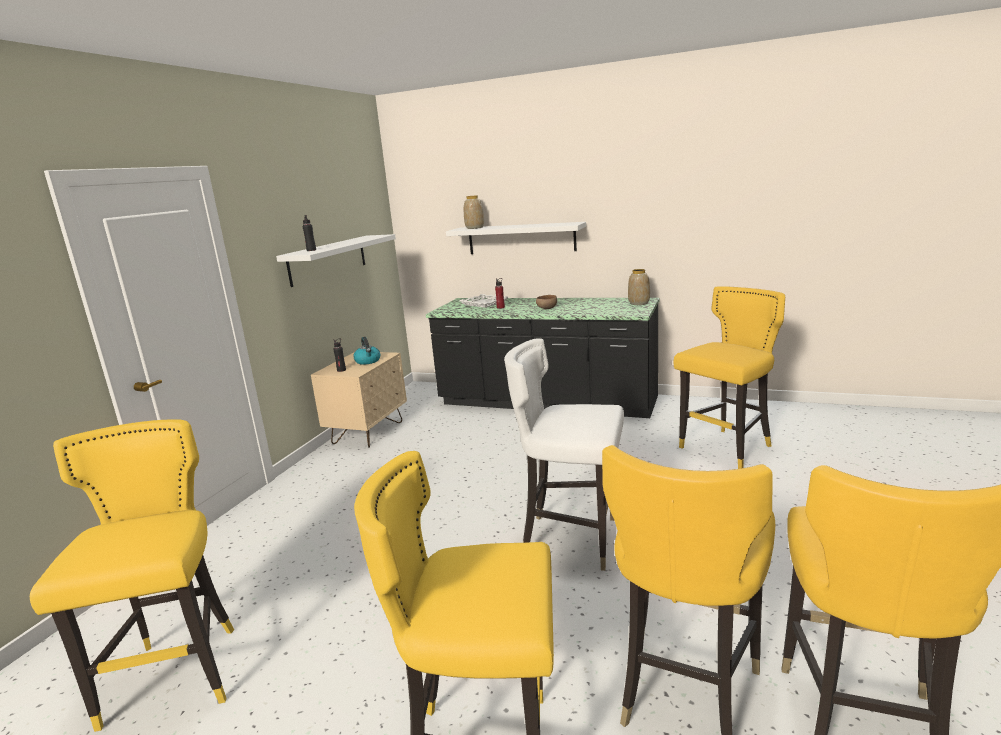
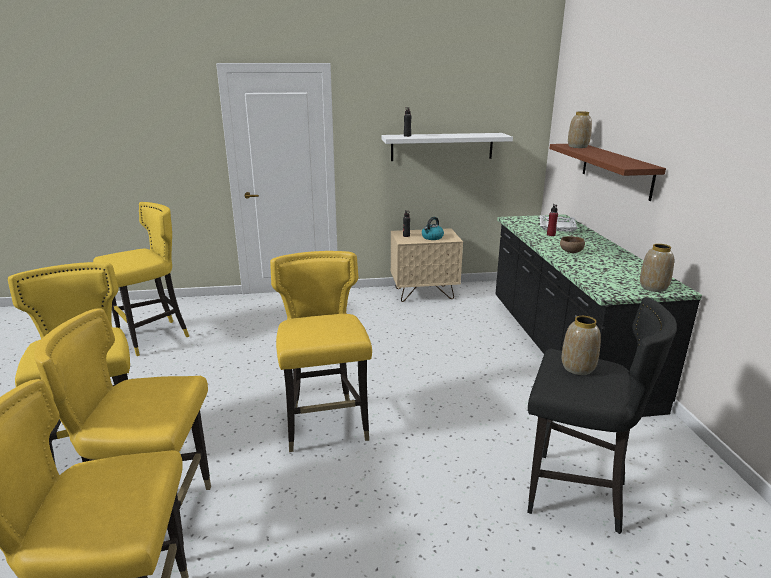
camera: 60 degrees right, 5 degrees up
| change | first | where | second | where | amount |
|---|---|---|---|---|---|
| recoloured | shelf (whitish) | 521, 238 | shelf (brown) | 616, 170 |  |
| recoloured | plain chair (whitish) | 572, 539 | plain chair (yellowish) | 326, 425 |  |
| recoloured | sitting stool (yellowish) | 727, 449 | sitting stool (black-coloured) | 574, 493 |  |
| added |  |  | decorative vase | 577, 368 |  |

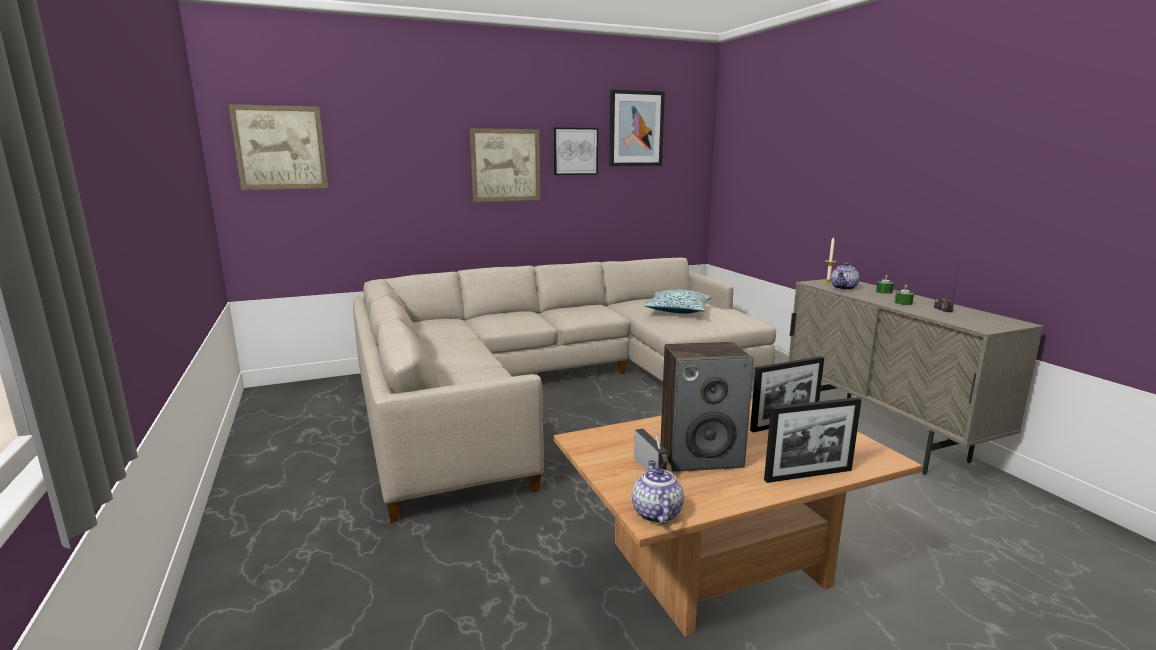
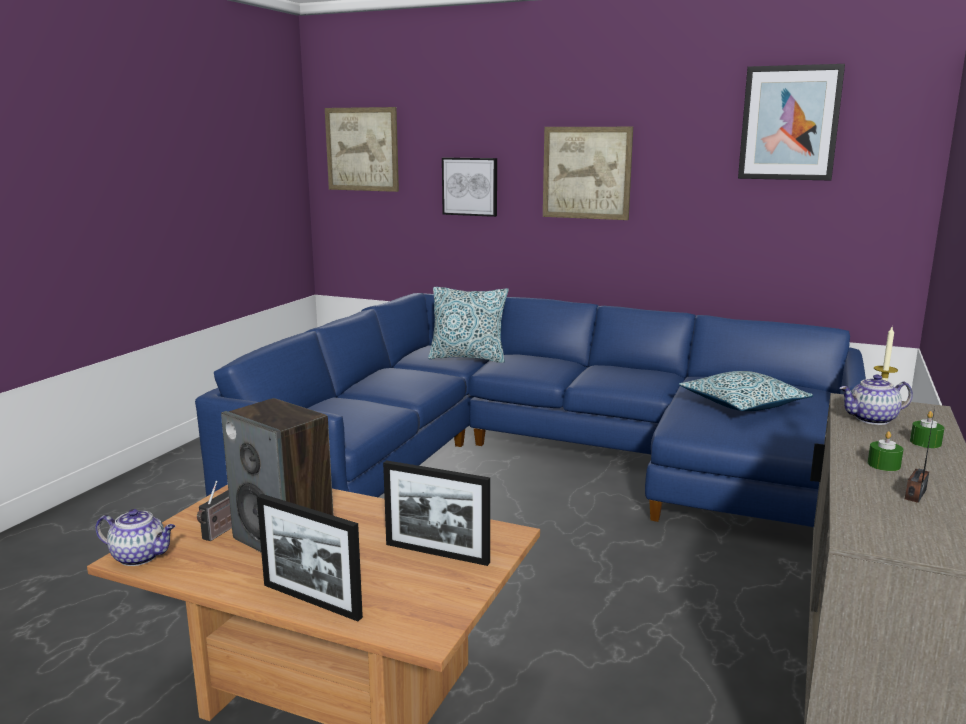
camera: 45 degrees right, 0 degrees up
| change | first | where | second | where | amount |
|---|---|---|---|---|---|
| recoloured | settee (beige) | 549, 386 | settee (bluish) | 546, 459 |  |
| moved | picture | 575, 151 |  | 470, 186 |  |
| turned | teapot | 656, 513 |  | 140, 557 | 60 degrees clockwise |
| added |  |  | throw pillow | 468, 358 |  |

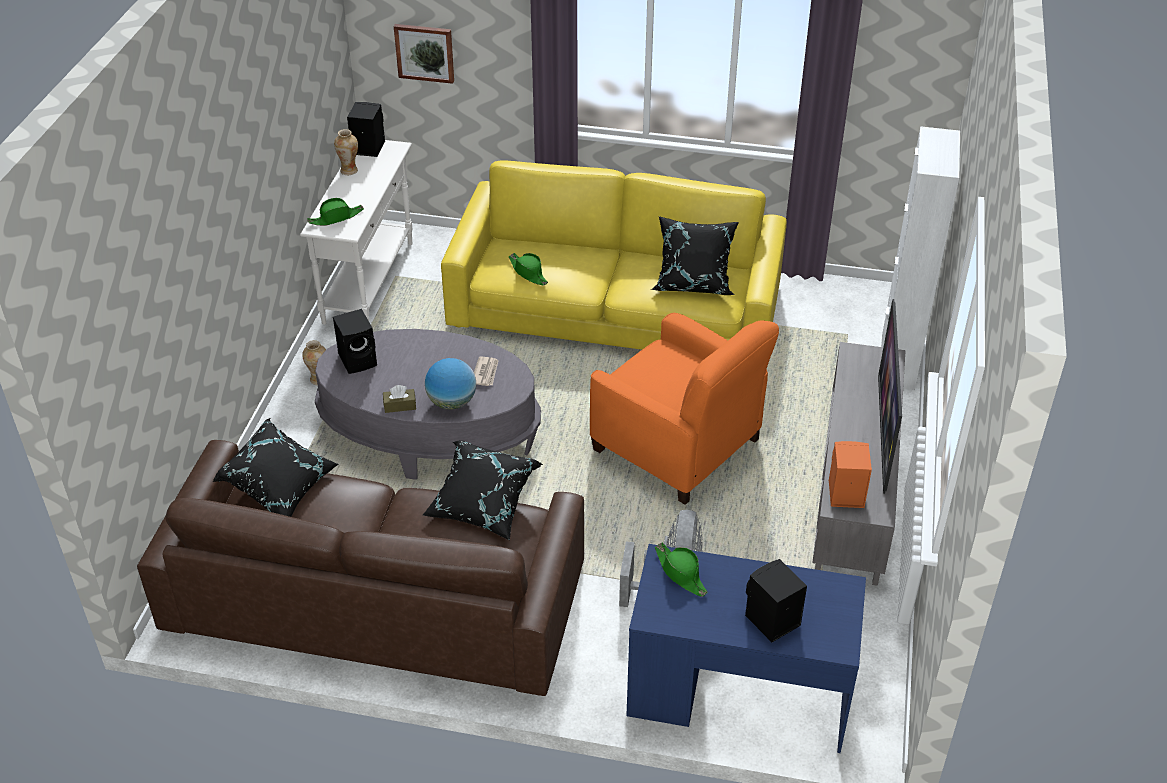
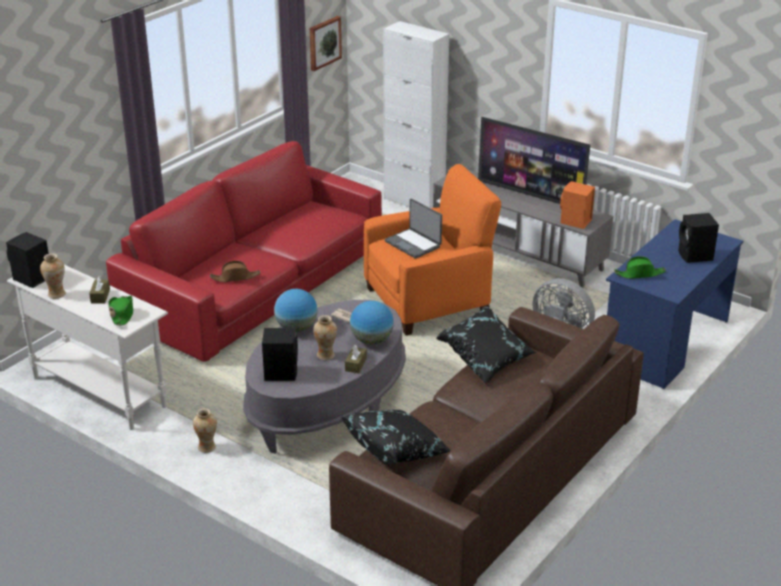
camera: 65 degrees left, 10 degrees down
| change | first | where | second | where | amount |
|---|---|---|---|---|---|
| moved | picture | 425, 52 |  | 324, 43 |  |
| recoloured | settee (yellowish) | 615, 307 | settee (red-coloured) | 256, 285 |  |
| recoloured | clothing hat (green) | 528, 273 | clothing hat (brown) | 235, 277 |  |
| removed | throw pillow (black-coloured) | 693, 283 |  |  |  |
| added |  |  | tissue holder (brown) | 100, 296 |  |
| added |  |  | world globe | 296, 328 |  |
| added |  |  | decorative vase | 326, 355 |  |
| added |  |  | portable computer | 413, 244 |  |

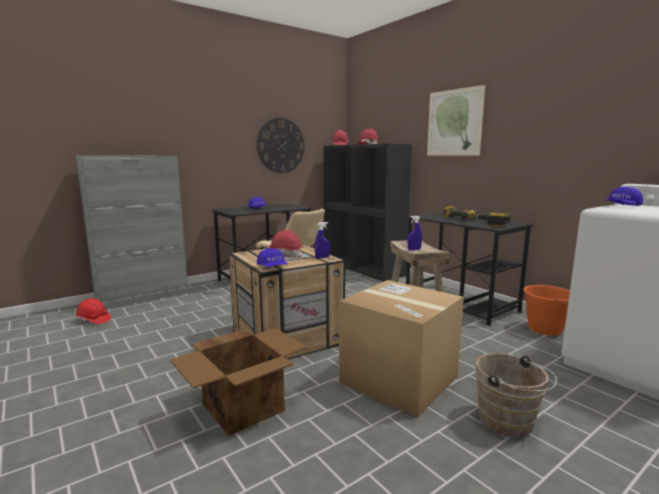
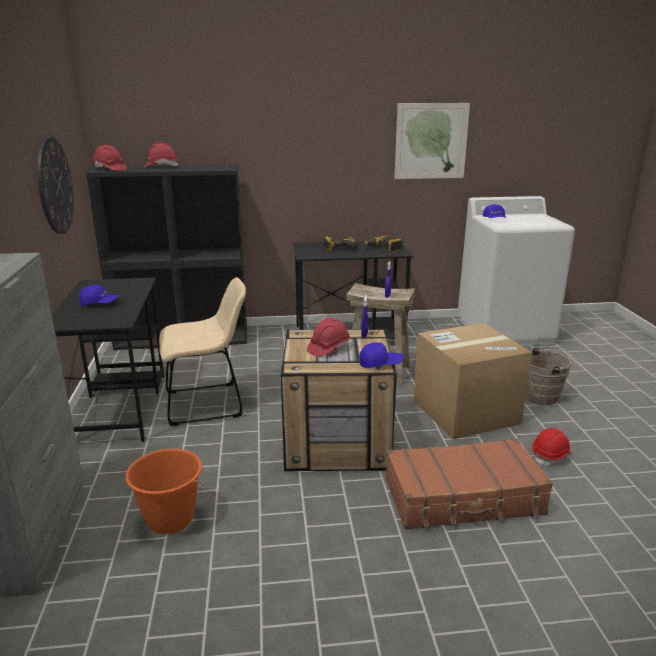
camera: 60 degrees left, 10 degrees up
| change | first | where | second | where | amount |
|---|---|---|---|---|---|
| moved | safety helmet (red-coloured) | 93, 320 |  | 551, 456 |  |
| replaced | carton | 244, 407 | travel case (brown) | 463, 498 |  |
| moved | picture | 454, 123 |  | 431, 141 |  |
| moved | bucket (orange) | 544, 329 |  | 170, 519 |  |

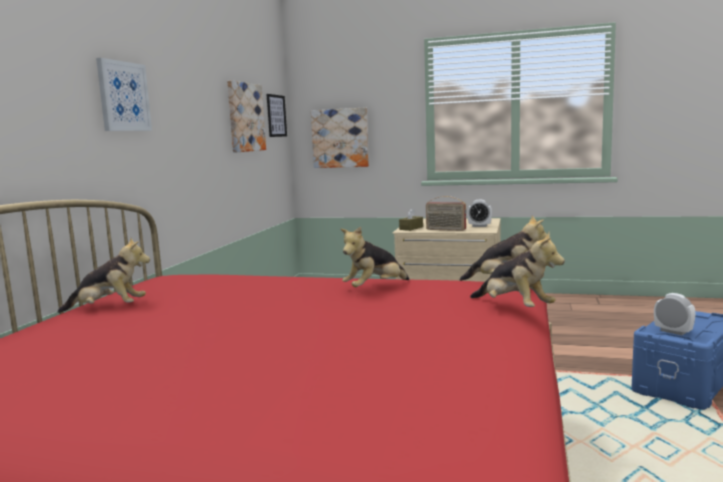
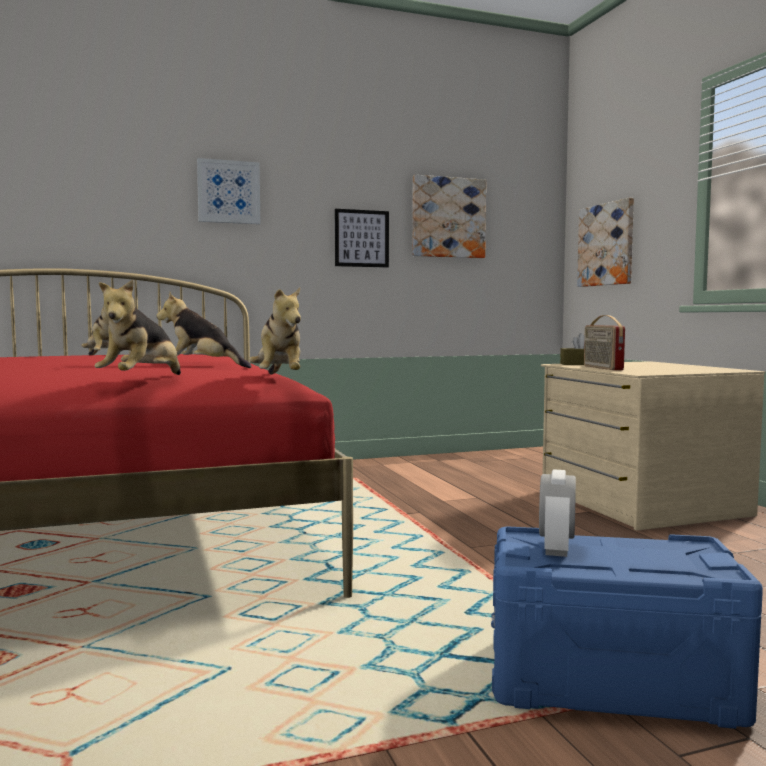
camera: 55 degrees right, 5 degrees down
| change | first | where | second | where | amount |
|---|---|---|---|---|---|
| moved | picture | 276, 116 |  | 361, 238 |  |
| removed | bedside clock | 479, 226 |  |  |  |

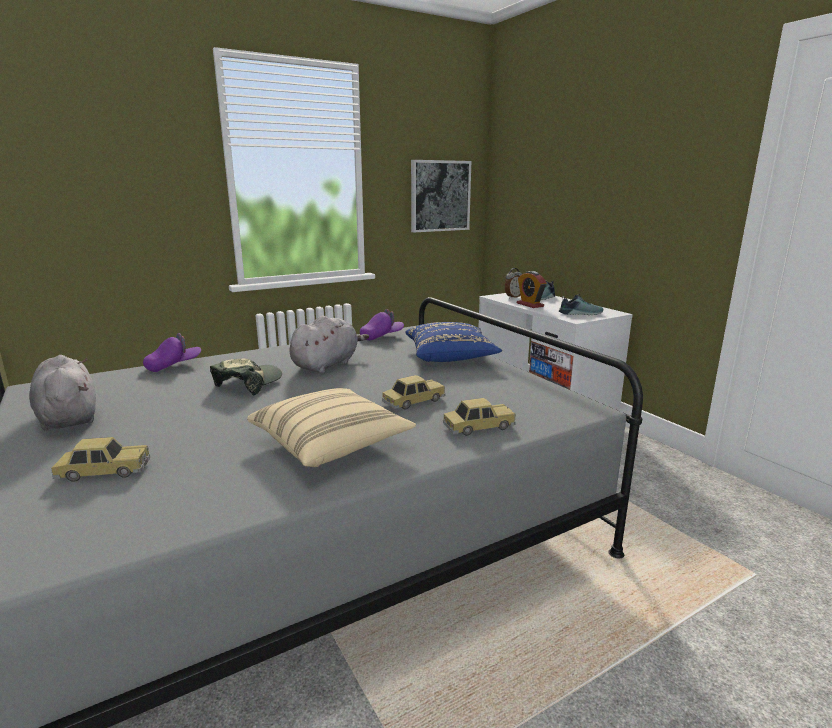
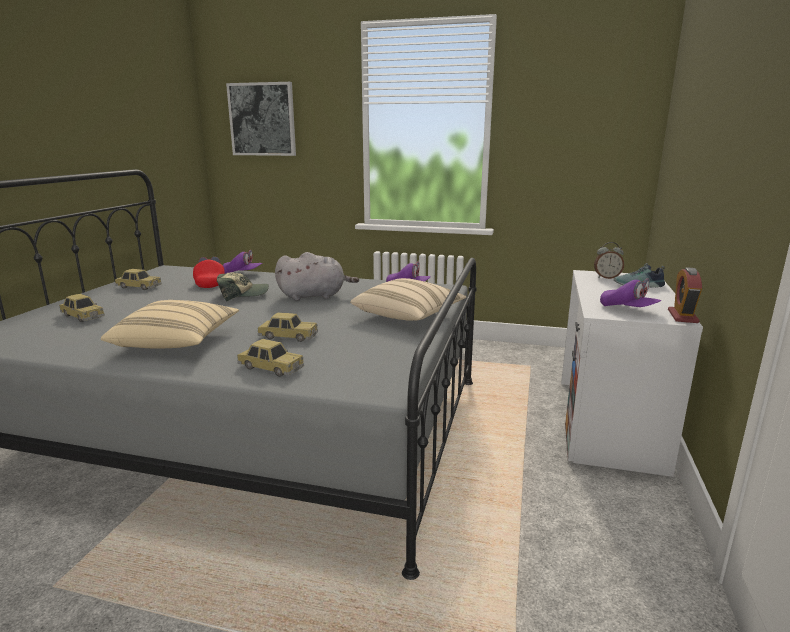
camera: 45 degrees right, 0 degrees up
| change | first | where | second | where | amount |
|---|---|---|---|---|---|
| replaced | cuddly toy (gray) | 68, 417 | toy car | 139, 287 |  |
| recoloured | throw pillow (bluish) | 450, 357 | throw pillow (beige) | 408, 316 |  |
| moved | picture | 440, 196 |  | 262, 119 |  |
| moved | bedside clock | 530, 305 |  | 682, 316 |  |
| replaced | low shoe | 580, 313 | peaked cap (purplish) | 628, 309 |  |
| added |  |  | peaked cap (red-coloured) | 210, 283 |  |

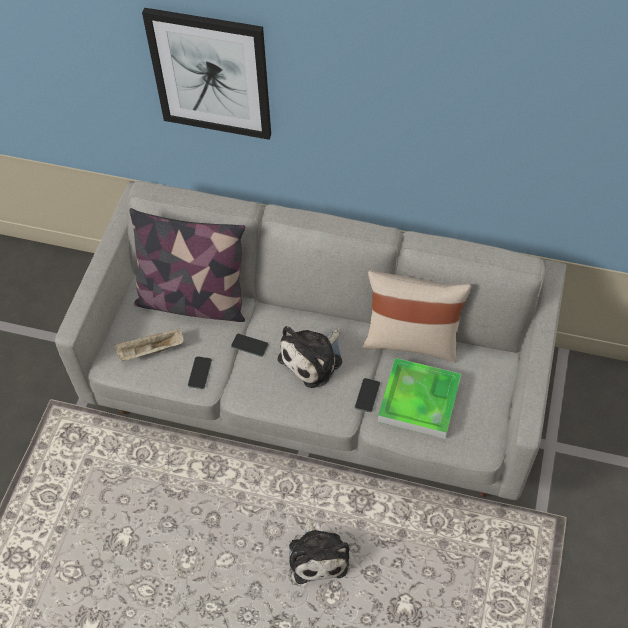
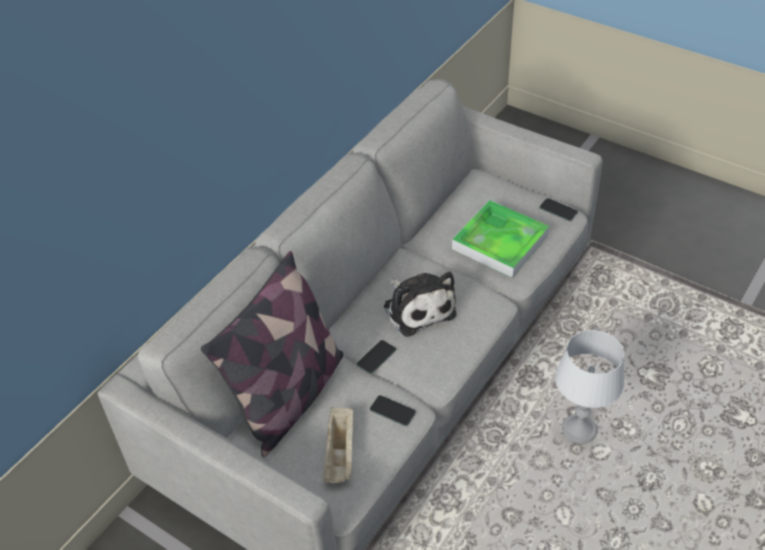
camera: 70 degrees left, 10 degrees down
| change | first | where | second | where | amount |
|---|---|---|---|---|---|
| removed | picture | 211, 74 |  |  |  |
| replaced | cuddly toy | 318, 554 | lamp for a table (gray) | 578, 429 |  |
| moved | handset | 367, 395 |  | 558, 210 |  |
| removed | throw pillow (beige) | 411, 340 |  |  |  |

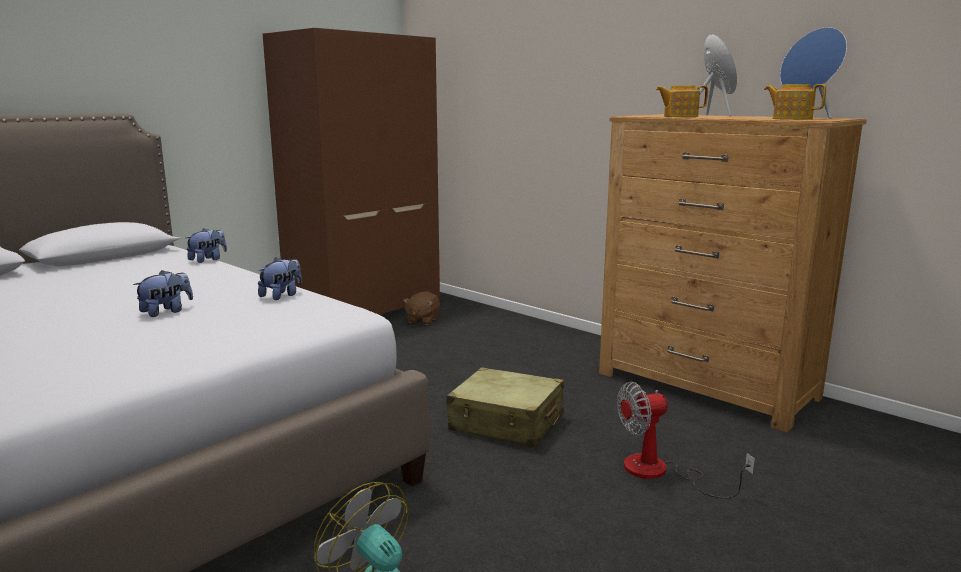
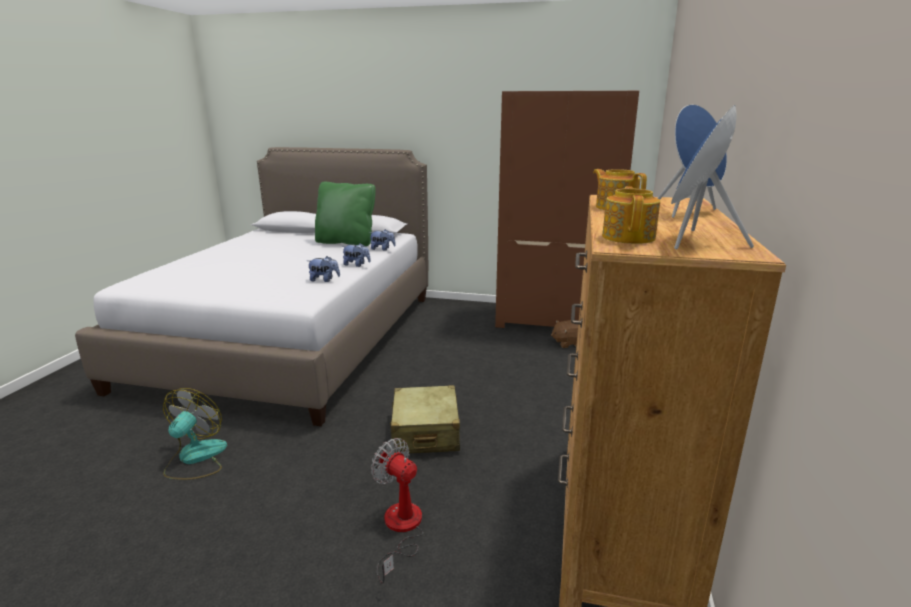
camera: 60 degrees right, 5 degrees up
| change | first | where | second | where | amount |
|---|---|---|---|---|---|
| moved | cuddly toy | 166, 312 |  | 356, 265 |  |
| added |  |  | throw pillow (green) | 346, 242 |  |

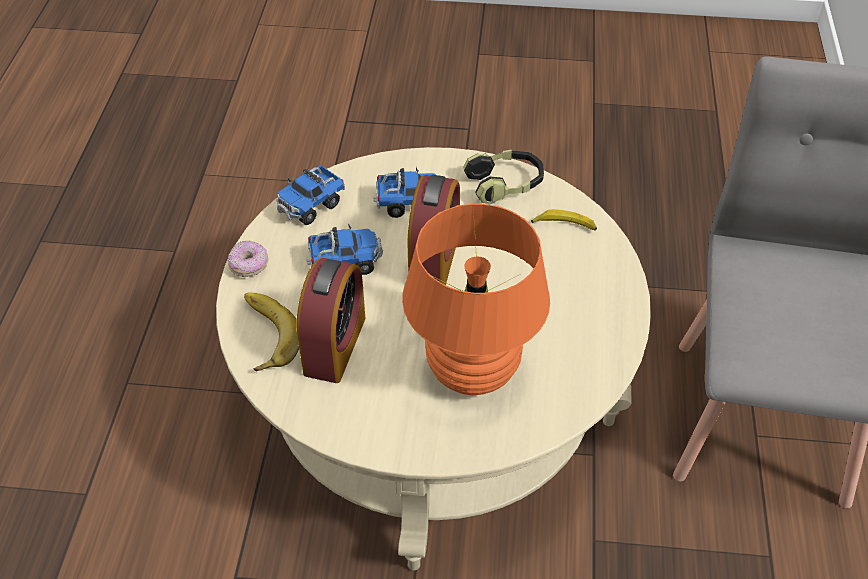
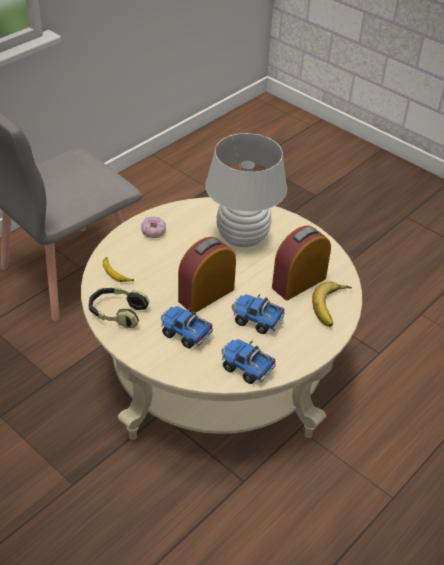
camera: 145 degrees left, 5 degrees down
| change | first | where | second | where | amount |
|---|---|---|---|---|---|
| moved | donut | 249, 266 |  | 153, 232 |  |
| turned | model truck | 311, 205 |  | 246, 368 | 135 degrees counterclockwise |
| recoloured | lamp for a table (orange) | 472, 372 | lamp for a table (whitish) | 242, 238 |  |

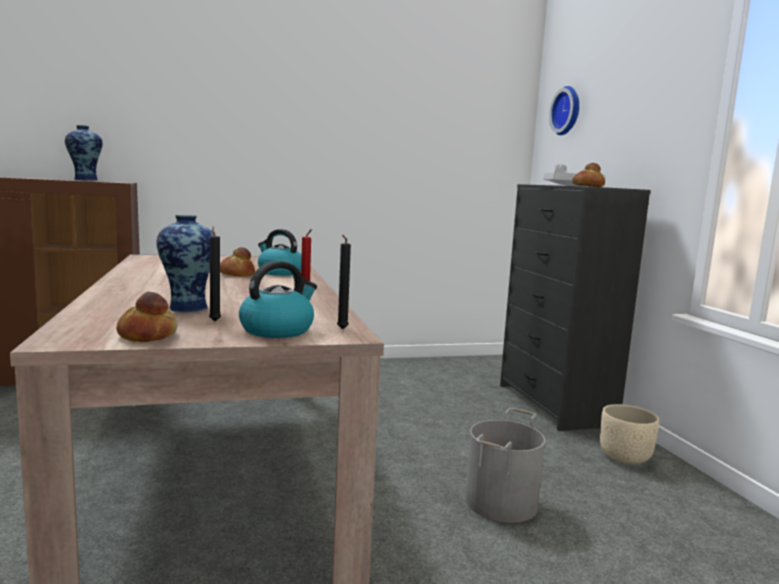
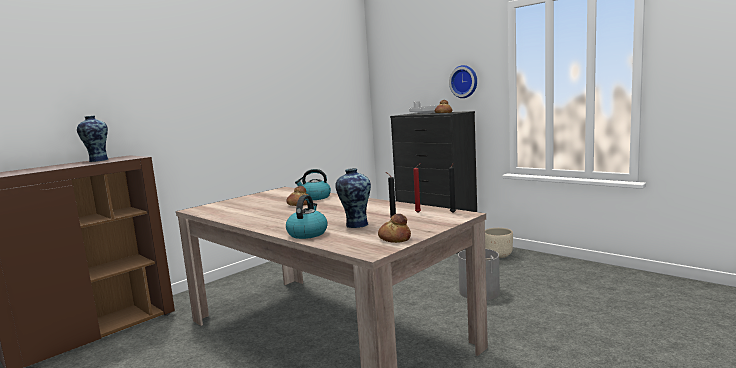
camera: 30 degrees left, 0 degrees up
| change | first | where | second | where | amount |
|---|---|---|---|---|---|
| moved | tea kettle | 277, 330 |  | 307, 233 |  |
| moved | hanging clock | 568, 111 |  | 464, 81 |  |

